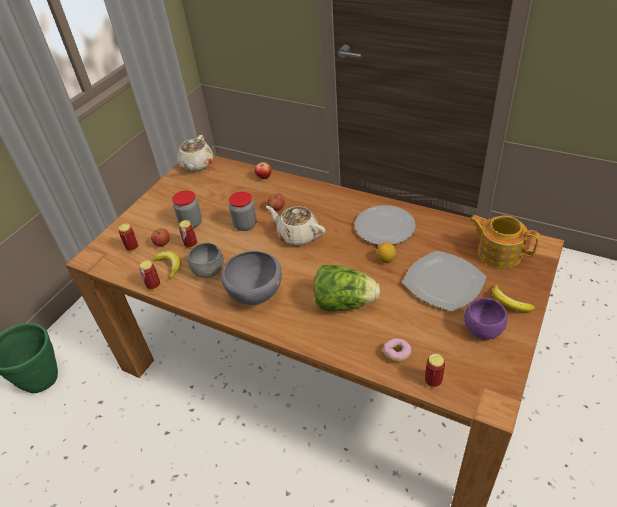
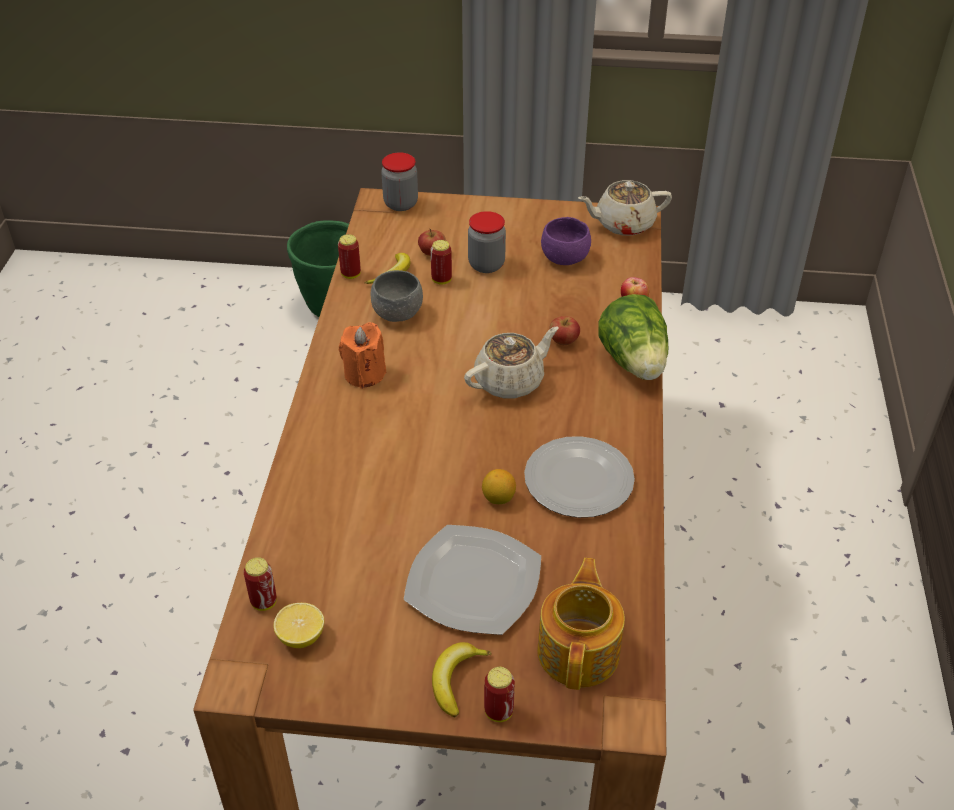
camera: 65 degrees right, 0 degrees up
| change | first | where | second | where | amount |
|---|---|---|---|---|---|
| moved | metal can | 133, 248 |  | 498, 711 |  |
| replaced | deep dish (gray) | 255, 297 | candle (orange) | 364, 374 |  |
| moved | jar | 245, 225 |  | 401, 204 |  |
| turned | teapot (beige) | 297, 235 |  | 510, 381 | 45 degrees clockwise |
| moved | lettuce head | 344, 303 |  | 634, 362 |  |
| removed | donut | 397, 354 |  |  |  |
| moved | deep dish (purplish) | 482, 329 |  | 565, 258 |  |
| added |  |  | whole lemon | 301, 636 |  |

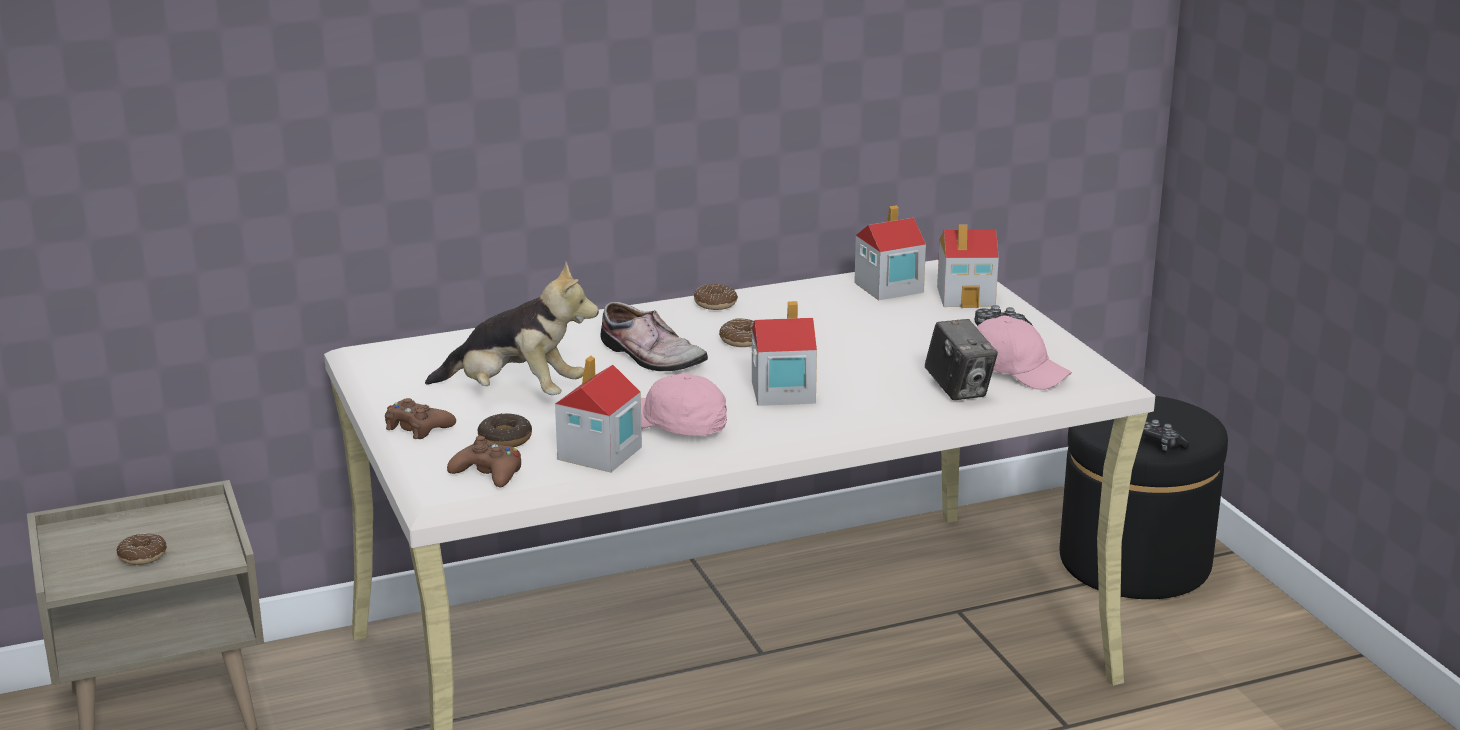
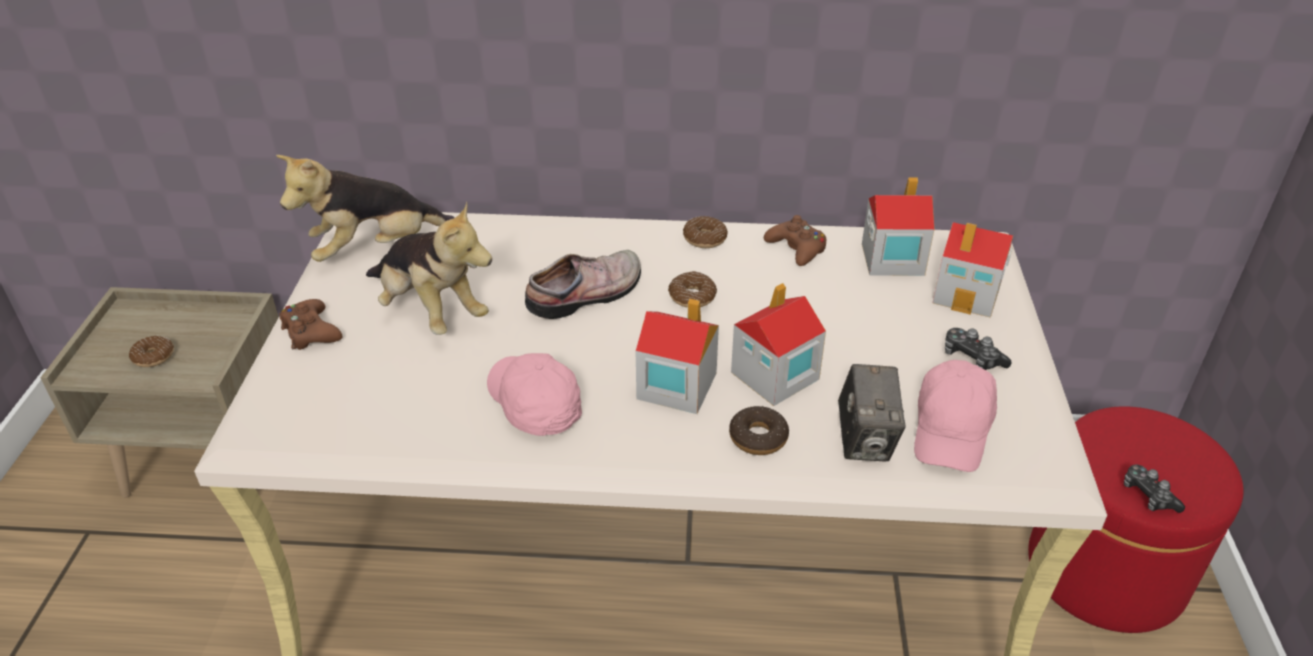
camera: 25 degrees right, 15 degrees up
| change | first | where | second | where | amount |
|---|---|---|---|---|---|
| moved | joypad (brown) | 488, 473 |  | 797, 248 |  |
| moved | donut | 505, 439 |  | 758, 437 |  |
| moved | toy house | 599, 454 |  | 774, 376 |  |
| turned | low shoe | 649, 357 |  | 588, 295 | 105 degrees counterclockwise |
| turned | peaked cap (pink) | 1017, 371 |  | 952, 430 | 45 degrees clockwise |
| recoloured | ottoman (black-coloured) | 1134, 562 | ottoman (red-coloured) | 1105, 570 |  |
| added |  |  | cuddly toy | 375, 249 |  |

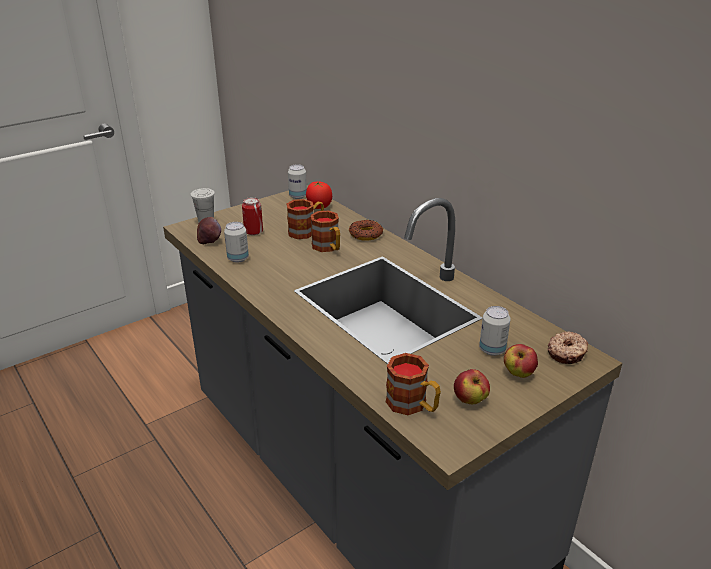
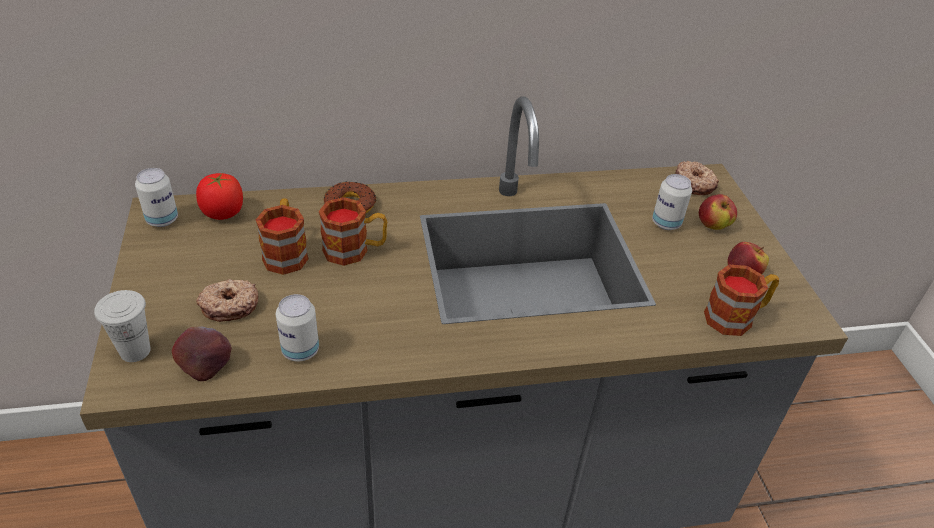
camera: 65 degrees left, 10 degrees up
| change | first | where | second | where | amount |
|---|---|---|---|---|---|
| replaced | metal can | 253, 232 | donut | 230, 305 |  |

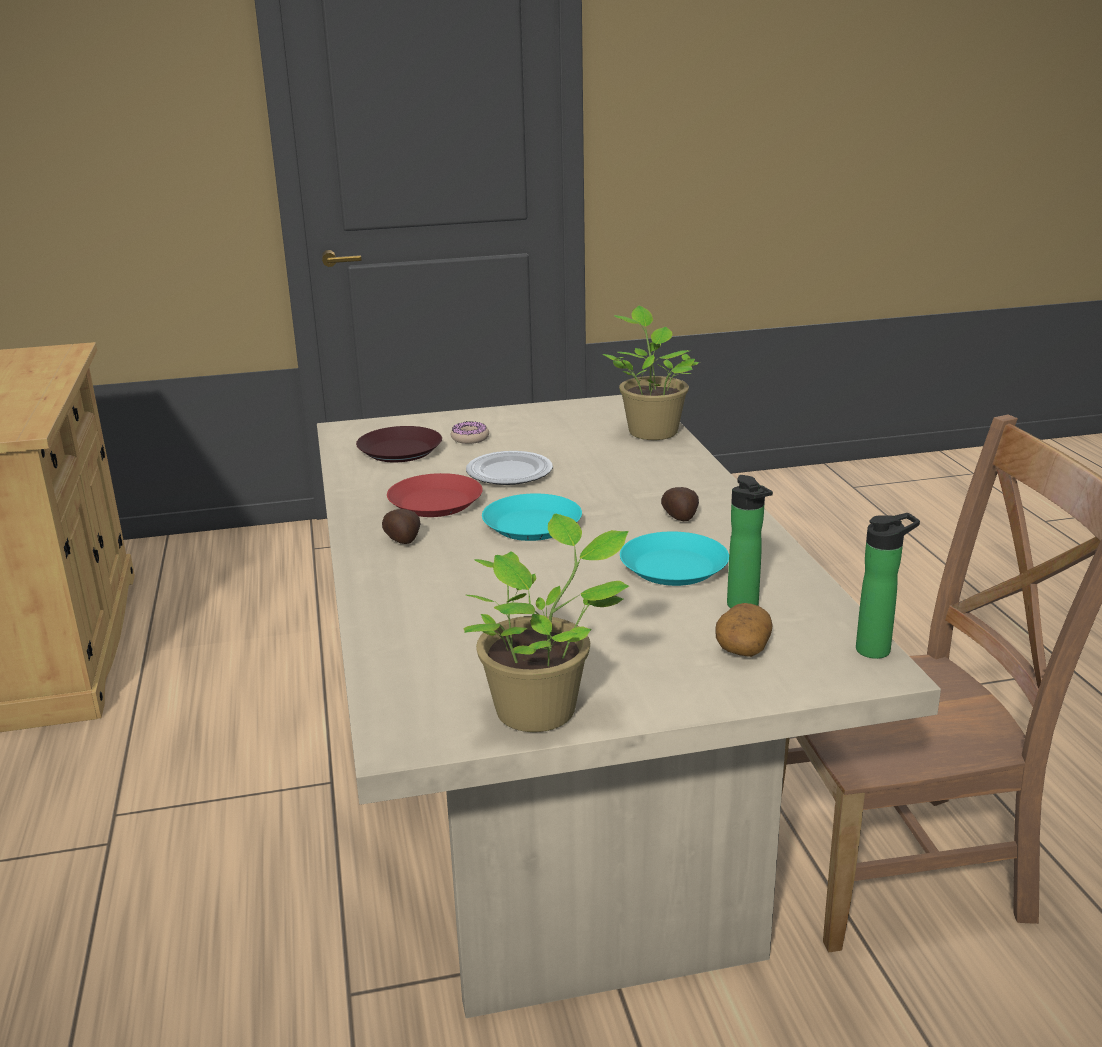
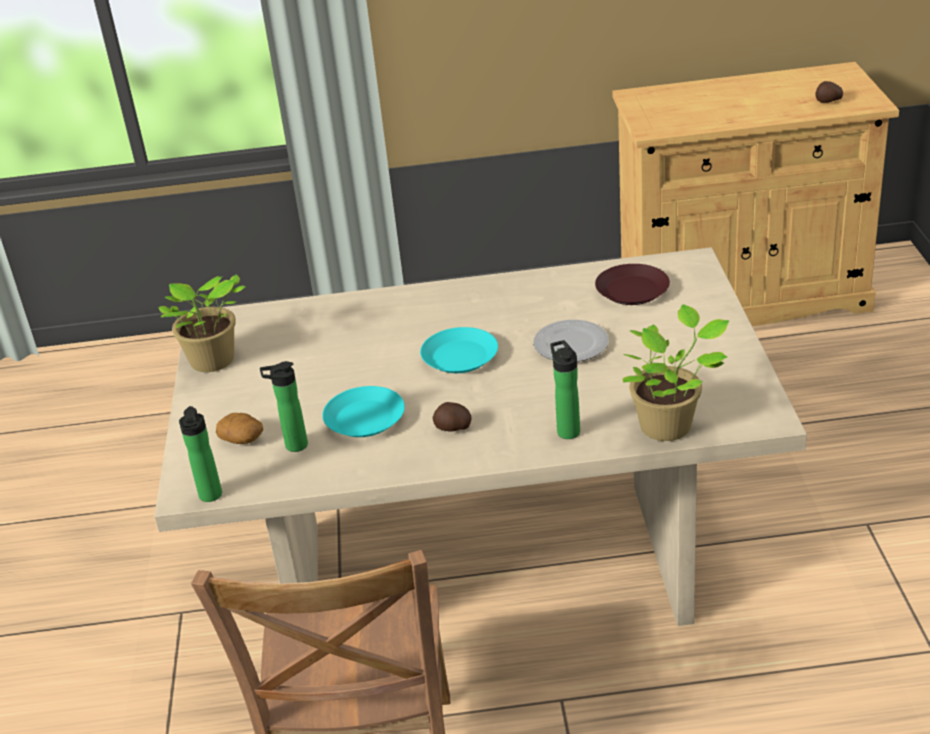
camera: 100 degrees right, 10 degrees up
| change | first | where | second | where | amount |
|---|---|---|---|---|---|
| moved | spud | 403, 540 |  | 828, 101 |  |
| removed | flat dish (red-coloured) | 434, 503 |  |  |  |
| removed | donut | 470, 438 |  |  |  |
| added |  |  | drink bottle | 567, 430 |  |

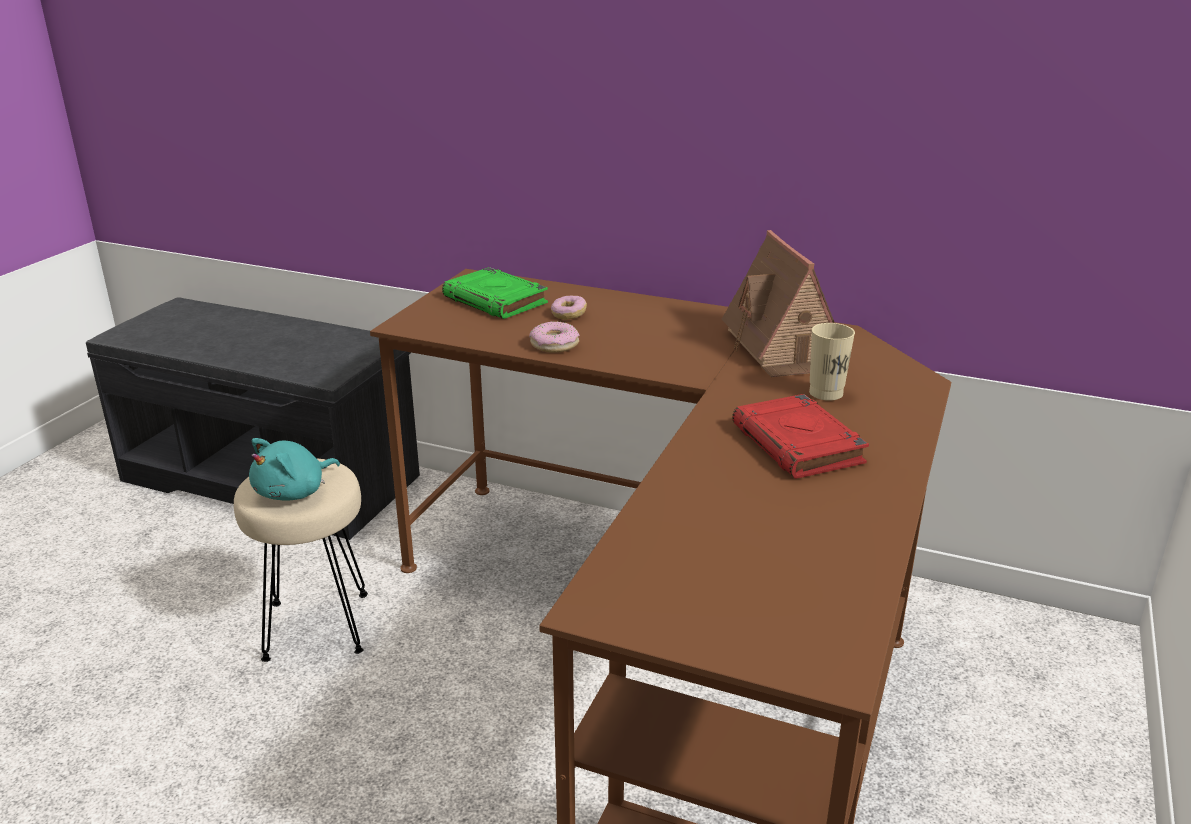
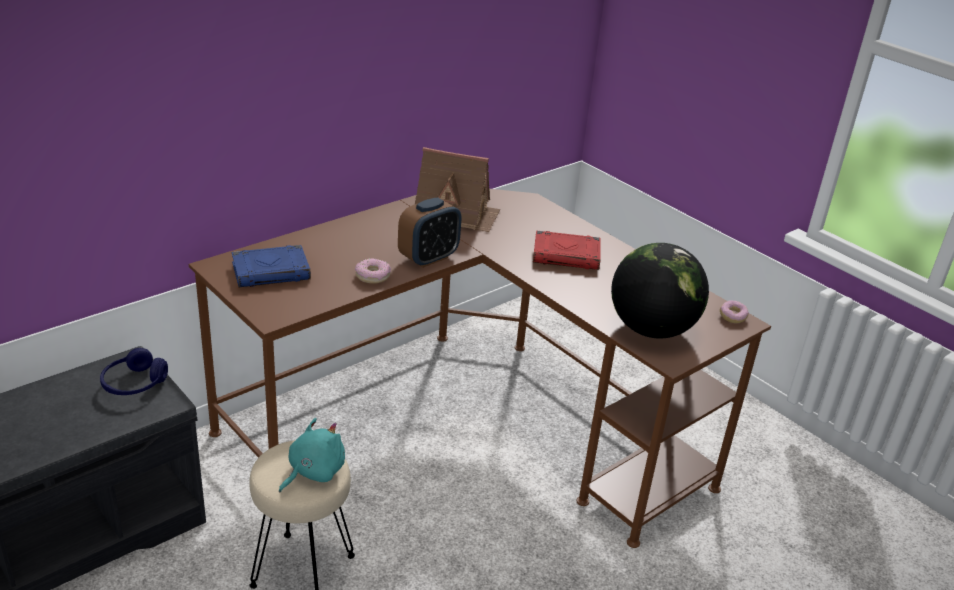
camera: 65 degrees left, 5 degrees up
| change | first | where | second | where | amount |
|---|---|---|---|---|---|
| turned | cuddly toy (turquoise-coloured) | 294, 492 |  | 313, 472 | 120 degrees counterclockwise |
| recoloured | volume (green) | 496, 300 | volume (bluish) | 272, 271 |  |
| moved | donut | 568, 315 |  | 732, 317 |  |
| removed | drinking cup (beige) | 826, 393 |  |  |  |
| added |  |  | headset (bluish) | 134, 384 |  |
| added |  |  | bedside clock | 428, 258 |  |
| added |  |  | world globe | 651, 329 |  |

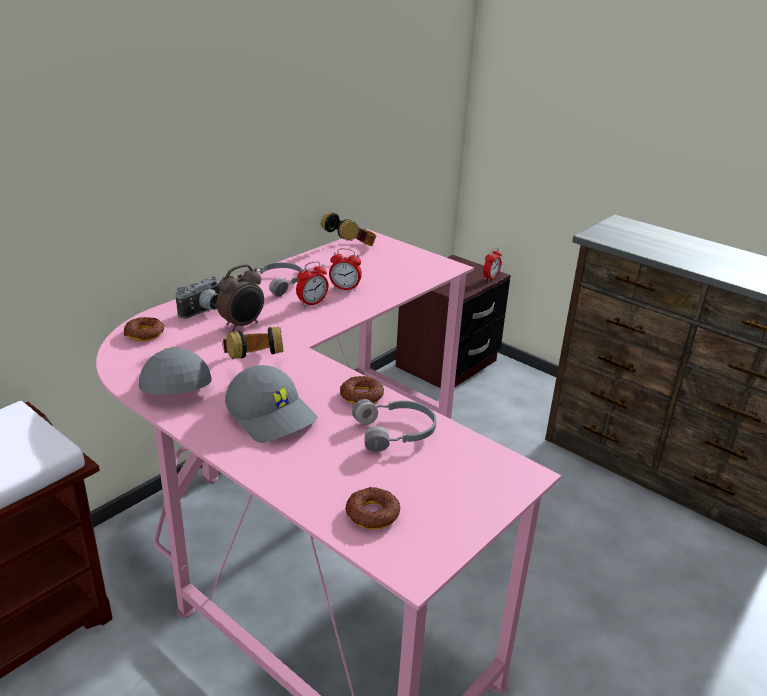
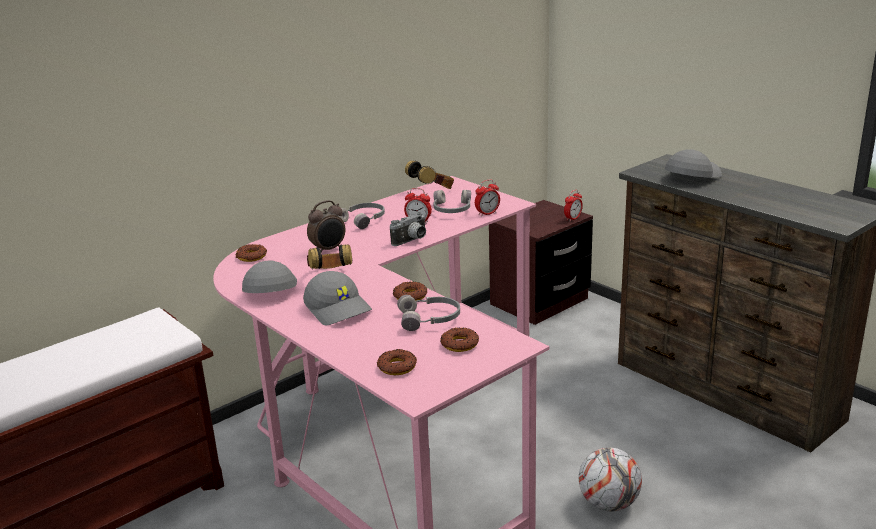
camera: 10 degrees right, 5 degrees down
| change | first | where | second | where | amount |
|---|---|---|---|---|---|
| moved | photo camera | 205, 312 |  | 412, 241 |  |
| moved | bedside clock | 312, 303 |  | 487, 213 |  |
| added |  |  | headset (gray) | 451, 209 |  |
| added |  |  | donut | 459, 344 |  |
| added |  |  | football ball | 608, 504 |  |
| added |  |  | peaked cap (gray) | 691, 176 |  |

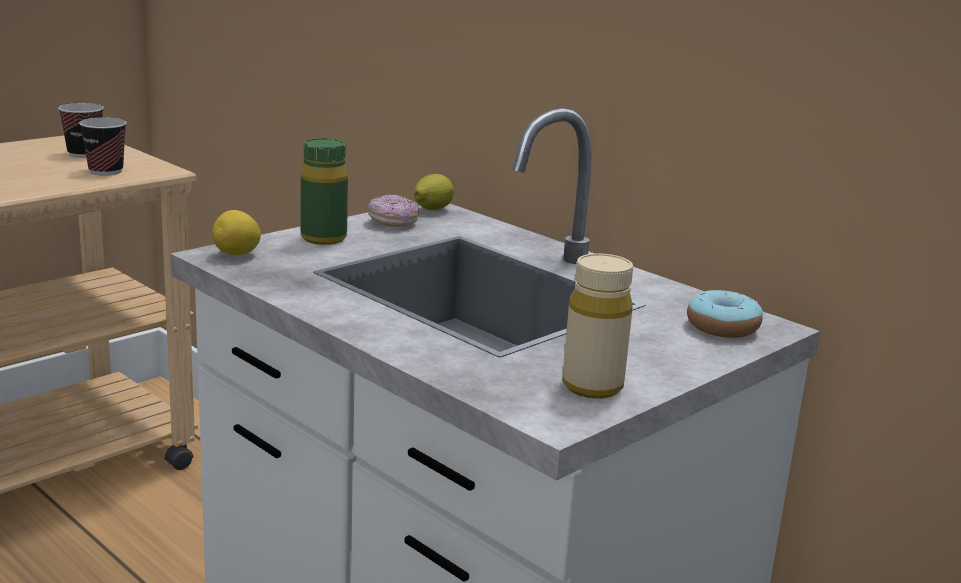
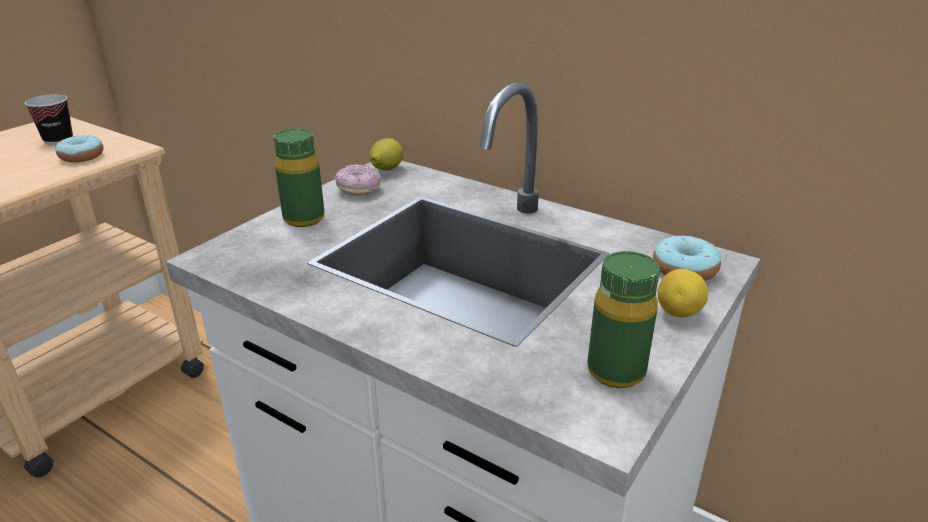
camera: 10 degrees left, 10 degrees up
| change | first | where | second | where | amount |
|---|---|---|---|---|---|
| replaced | drinking cup | 106, 171 | donut | 82, 156 |  |
| moved | whole lemon | 237, 254 |  | 679, 313 |  |
| recoloured | drink bottle (beige) | 592, 387 | drink bottle (green) | 616, 371 |  |

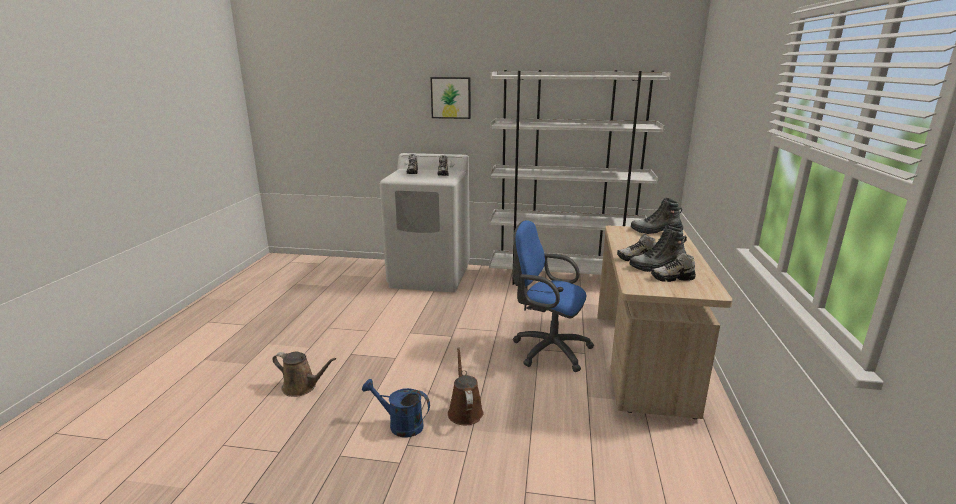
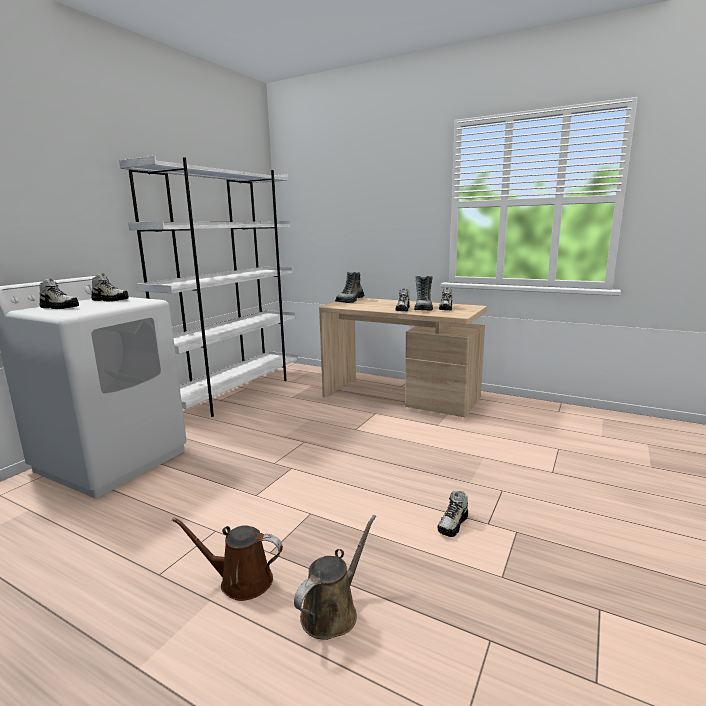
camera: 70 degrees left, 5 degrees down
| change | first | where | second | where | amount |
|---|---|---|---|---|---|
| replaced | watering can (bluish) | 400, 425 | low shoe | 453, 524 |  |
| removed | picture | 451, 97 |  |  |  |
| moved | watering can (brown) | 464, 411 |  | 241, 580 |  |
| removed | desk chair (bluish) | 547, 349 |  |  |  |

